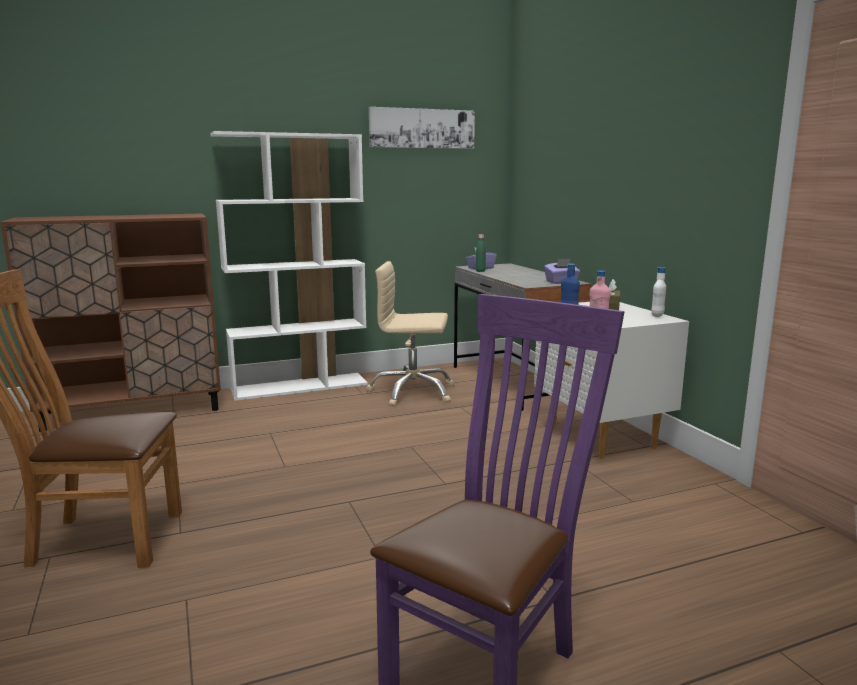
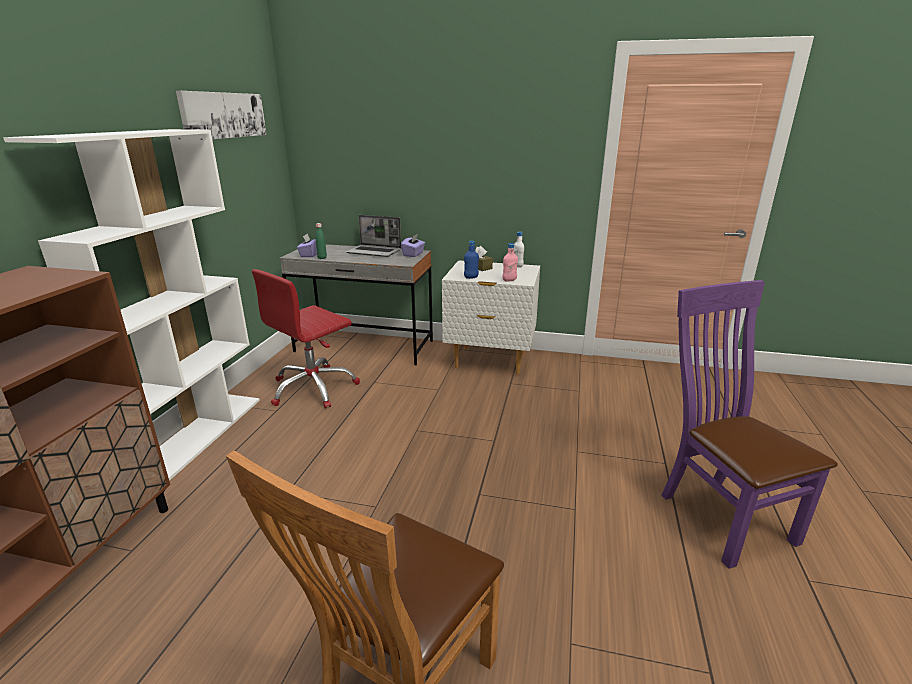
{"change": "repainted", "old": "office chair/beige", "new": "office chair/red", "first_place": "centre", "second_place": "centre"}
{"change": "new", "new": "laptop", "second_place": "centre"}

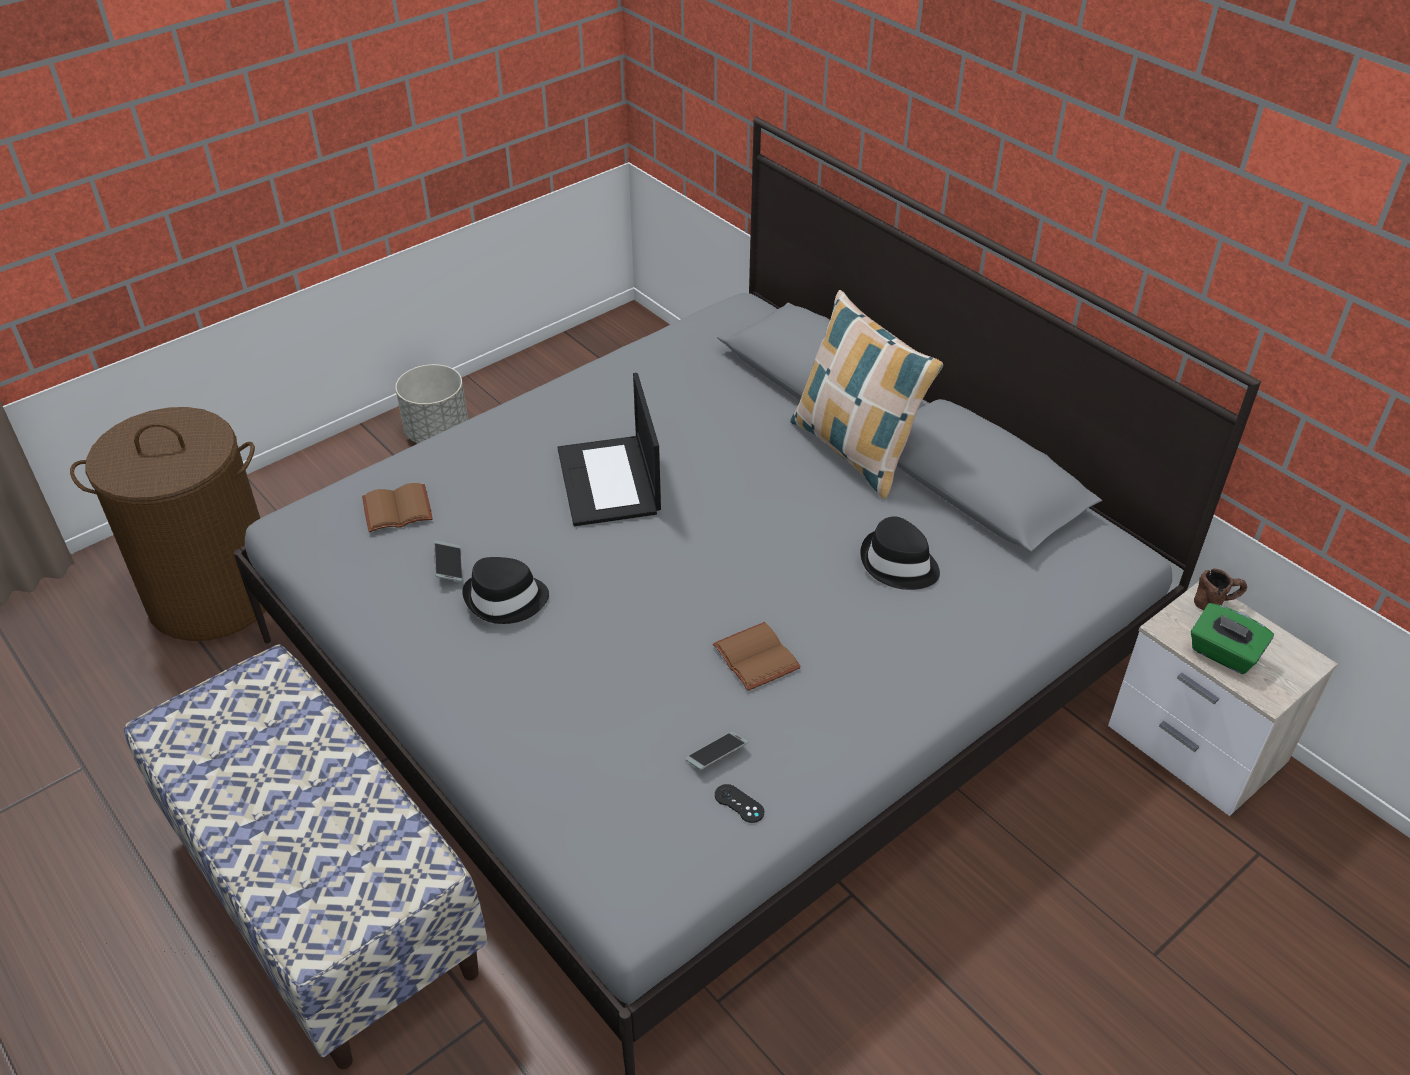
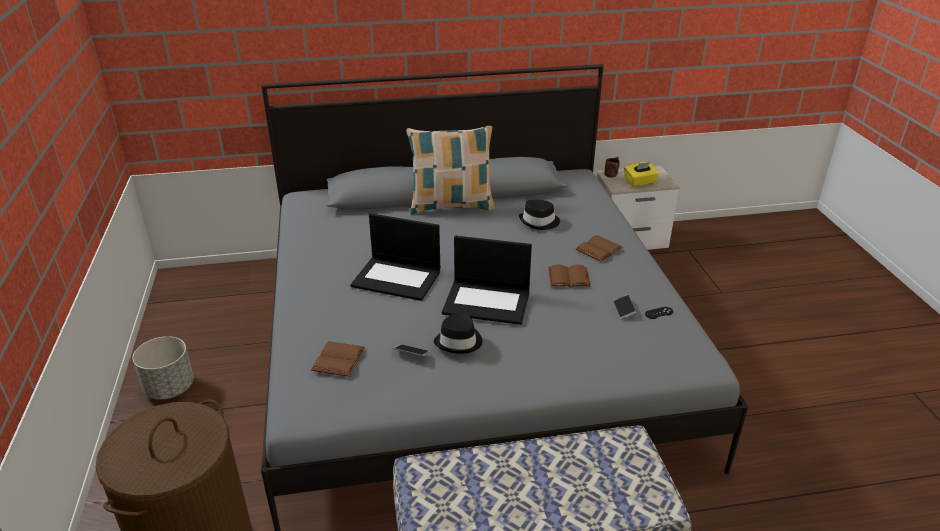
{"change": "repainted", "old": "tissue box/green", "new": "tissue box/yellow", "first_place": "middle right", "second_place": "top right"}
{"change": "new", "new": "laptop (no. 2 from left)", "second_place": "centre"}
{"change": "new", "new": "book/brown (no. 3 from left)", "second_place": "centre"}

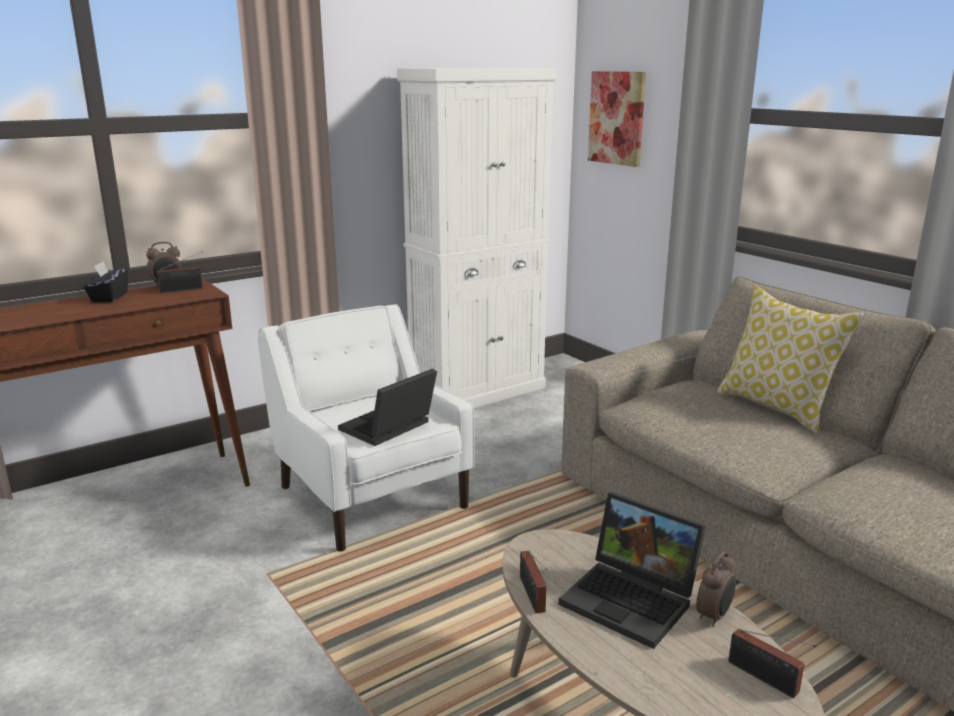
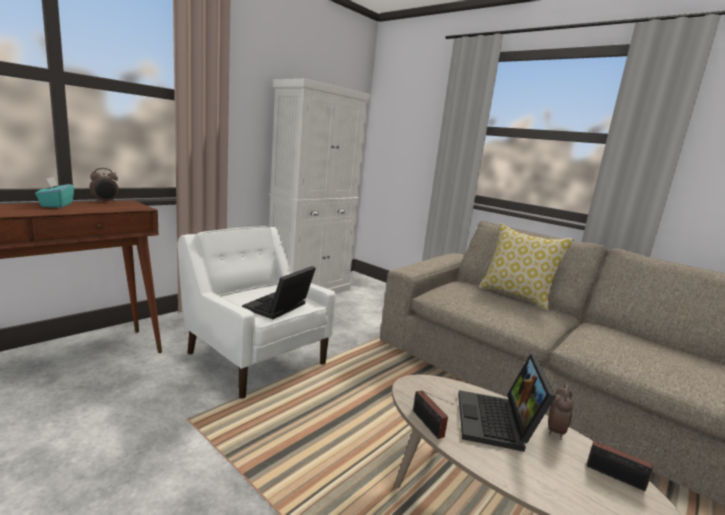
{"change": "repainted", "old": "tissue box/black", "new": "tissue box/turquoise", "first_place": "middle left", "second_place": "middle left"}
{"change": "gone", "old": "radio (no. 1 from left)", "first_place": "middle left"}
{"change": "rotated", "old": "laptop (no. 2 from left)", "first_place": "bottom centre", "second_place": "bottom right", "degrees": 75}
{"change": "gone", "old": "picture", "first_place": "top centre"}

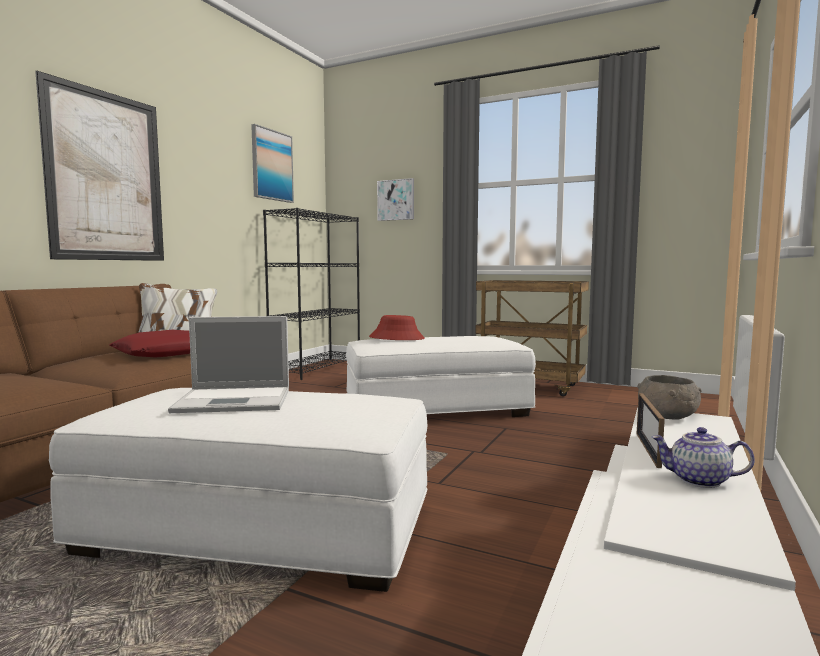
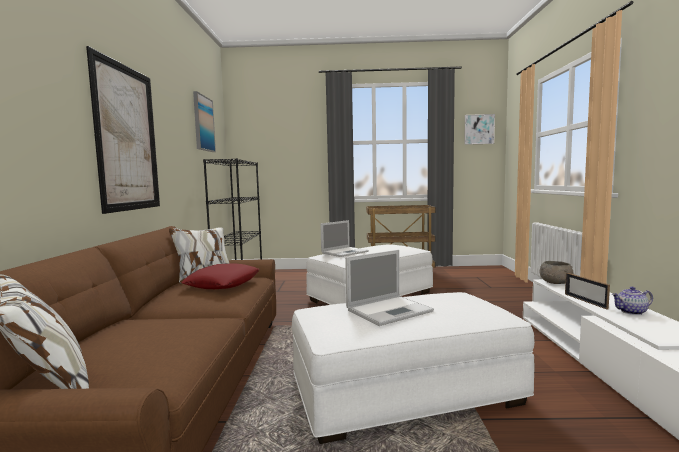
{"change": "swapped", "old": "hat/red", "new": "laptop (no. 1 from left)", "first_place": "centre", "second_place": "centre"}
{"change": "shifted", "old": "picture (no. 3 from left)", "first_place": "top centre", "second_place": "top right"}

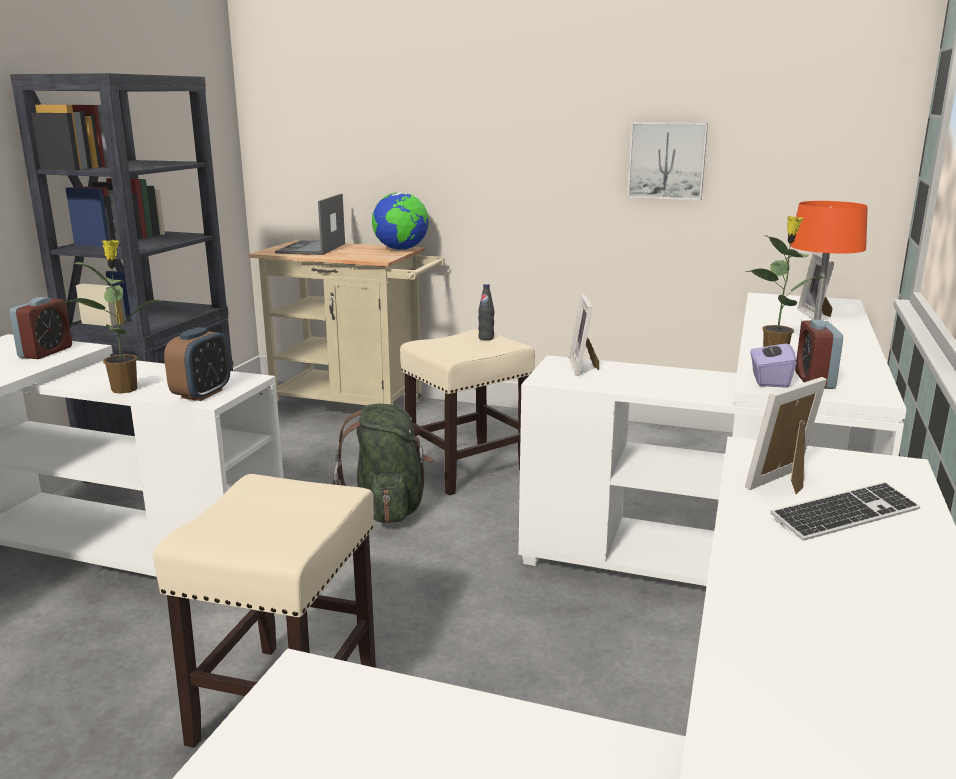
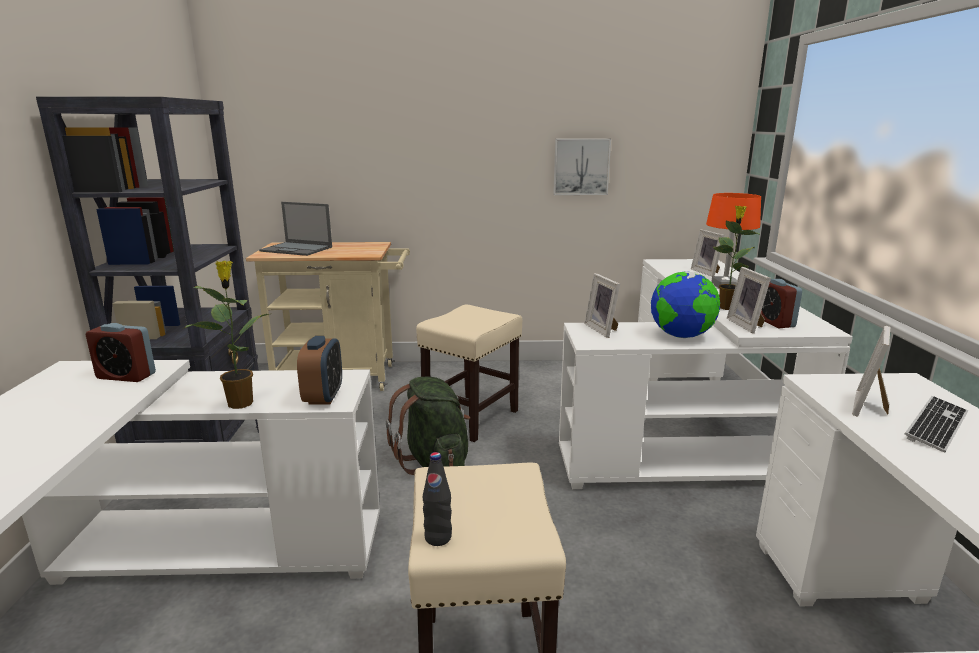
{"change": "rotated", "old": "alarm clock (no. 1 from left)", "first_place": "middle left", "second_place": "middle left", "degrees": 105}
{"change": "rotated", "old": "laptop", "first_place": "top left", "second_place": "middle left", "degrees": -60}
{"change": "shifted", "old": "globe", "first_place": "top centre", "second_place": "middle right"}
{"change": "shifted", "old": "bottle/black", "first_place": "centre", "second_place": "bottom centre"}
{"change": "swapped", "old": "tissue box/purple", "new": "picture frame (no. 3 from left)", "first_place": "middle right", "second_place": "middle right"}

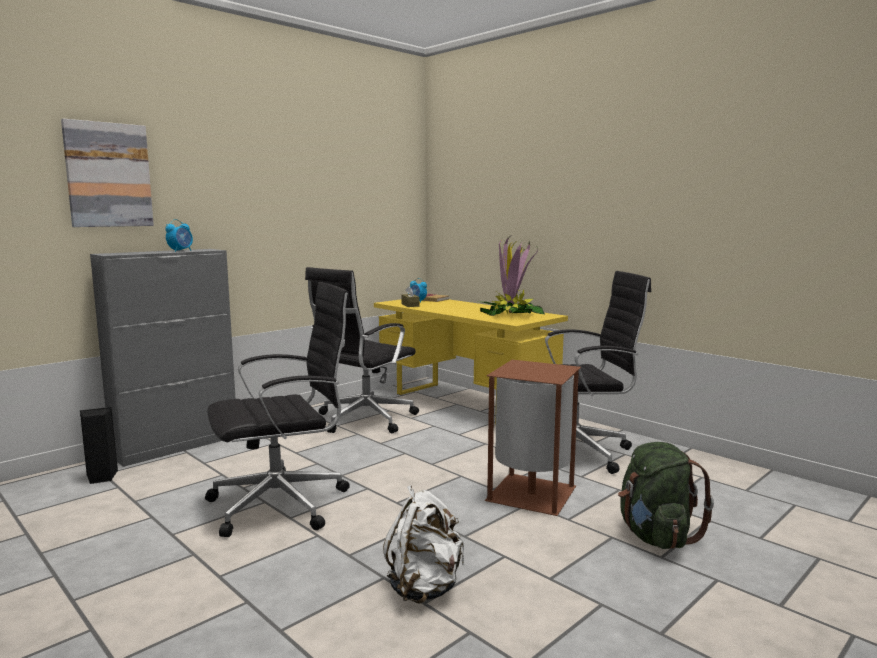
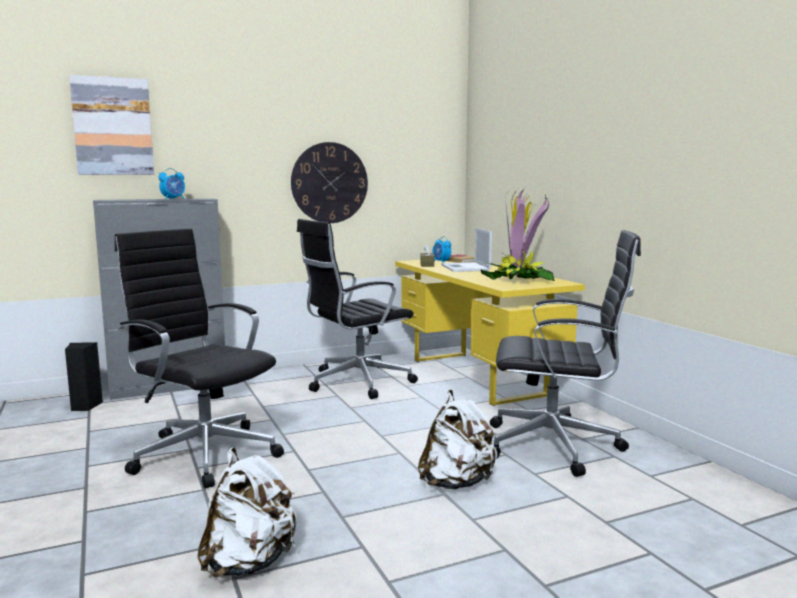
{"change": "rotated", "old": "office chair/black (no. 1 from left)", "first_place": "middle left", "second_place": "middle left", "degrees": -135}
{"change": "swapped", "old": "trash can/brown", "new": "backpack/white (no. 2 from left)", "first_place": "centre", "second_place": "bottom centre"}
{"change": "gone", "old": "backpack/green", "first_place": "bottom right"}
{"change": "new", "new": "wall clock", "second_place": "top centre"}
{"change": "new", "new": "laptop", "second_place": "centre"}

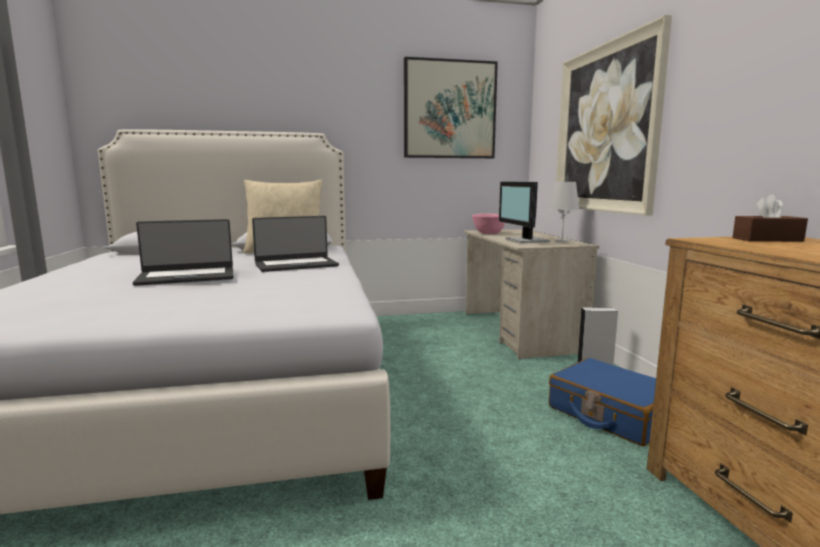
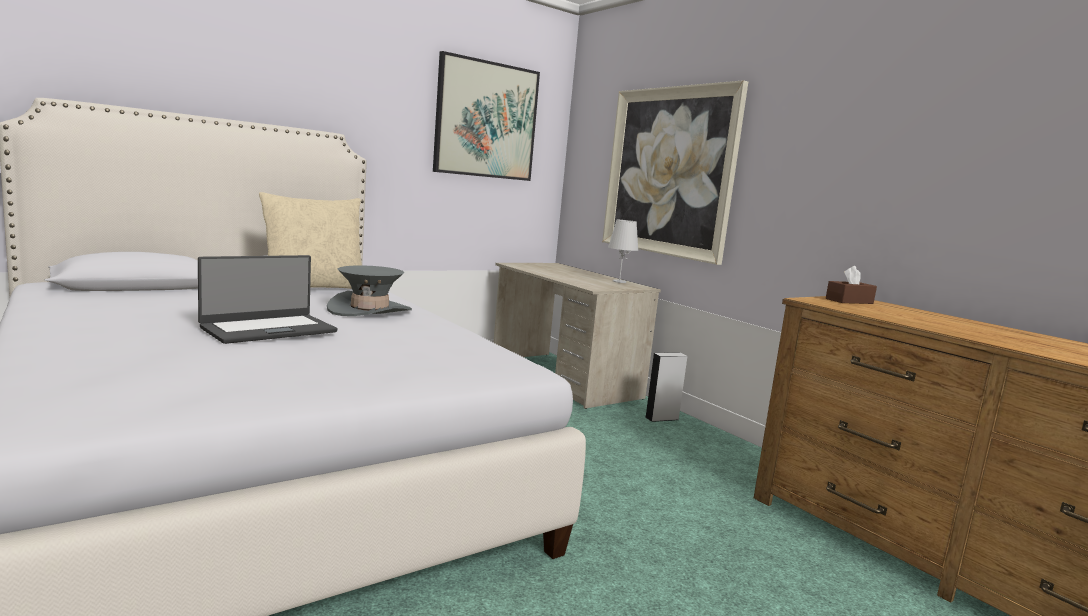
{"change": "swapped", "old": "laptop (no. 2 from left)", "new": "hat/grey", "first_place": "centre", "second_place": "centre"}
{"change": "gone", "old": "bowl/pink", "first_place": "centre"}
{"change": "gone", "old": "monitor", "first_place": "centre"}
{"change": "gone", "old": "suitcase/blue", "first_place": "bottom right"}

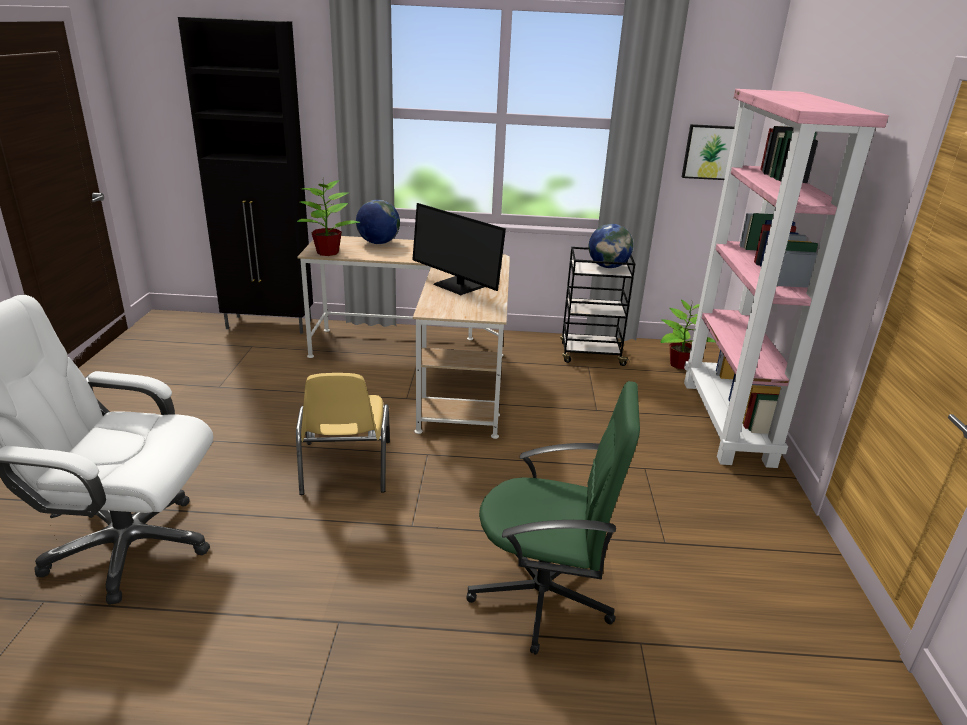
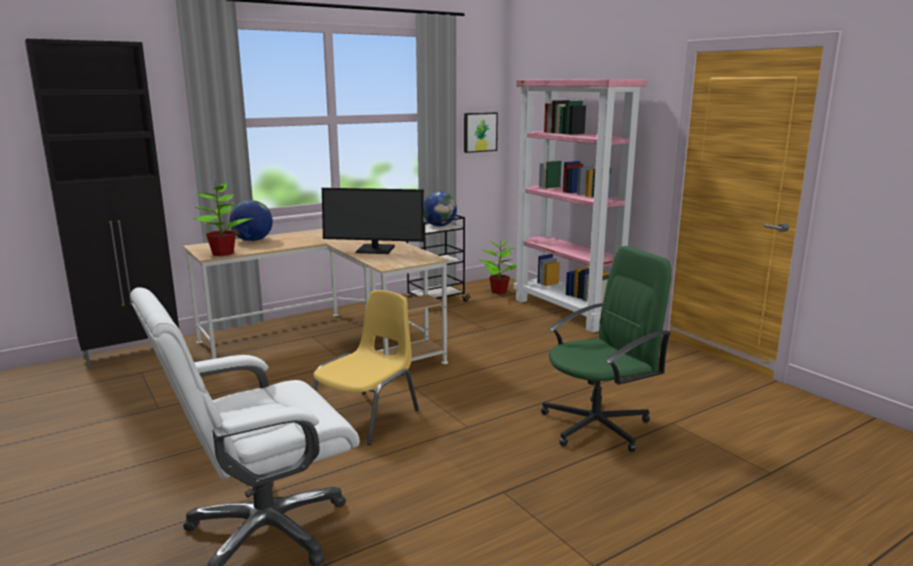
{"change": "rotated", "old": "chair/yellow", "first_place": "centre", "second_place": "centre", "degrees": -105}

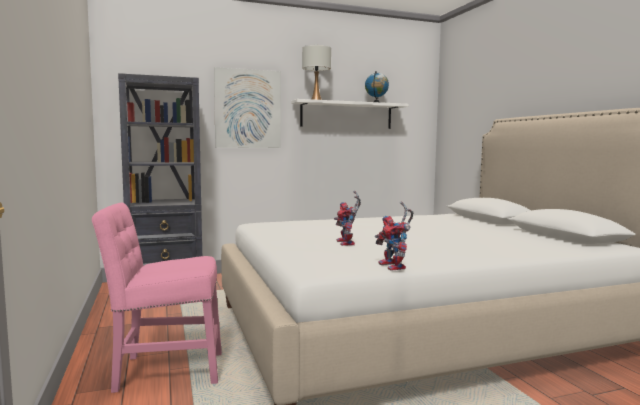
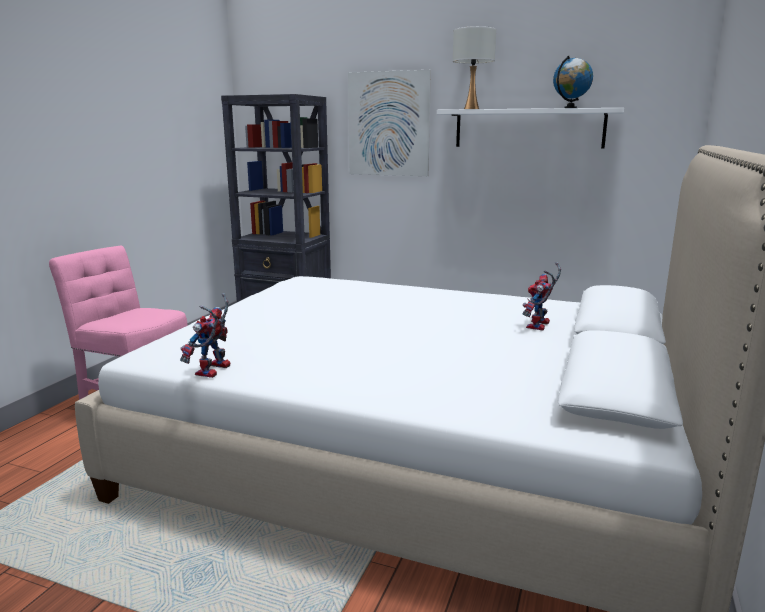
{"change": "shifted", "old": "toy robot (no. 1 from left in the first image)", "new": "toy robot (no. 2 from left)", "first_place": "centre", "second_place": "middle right"}

